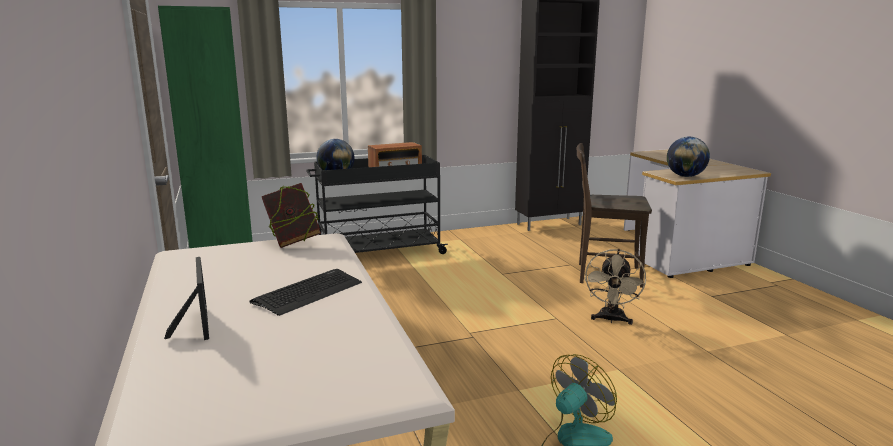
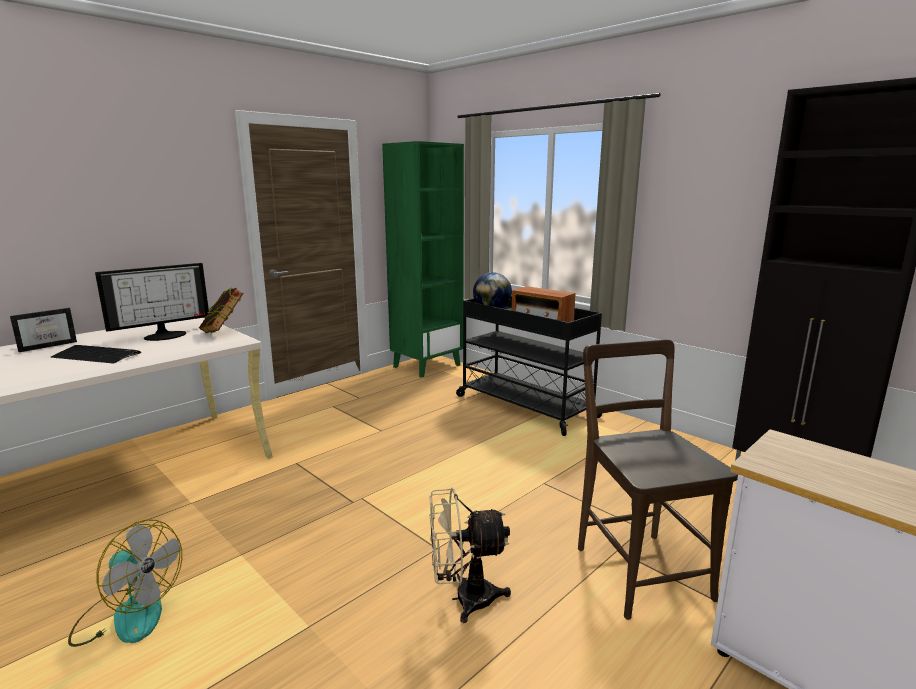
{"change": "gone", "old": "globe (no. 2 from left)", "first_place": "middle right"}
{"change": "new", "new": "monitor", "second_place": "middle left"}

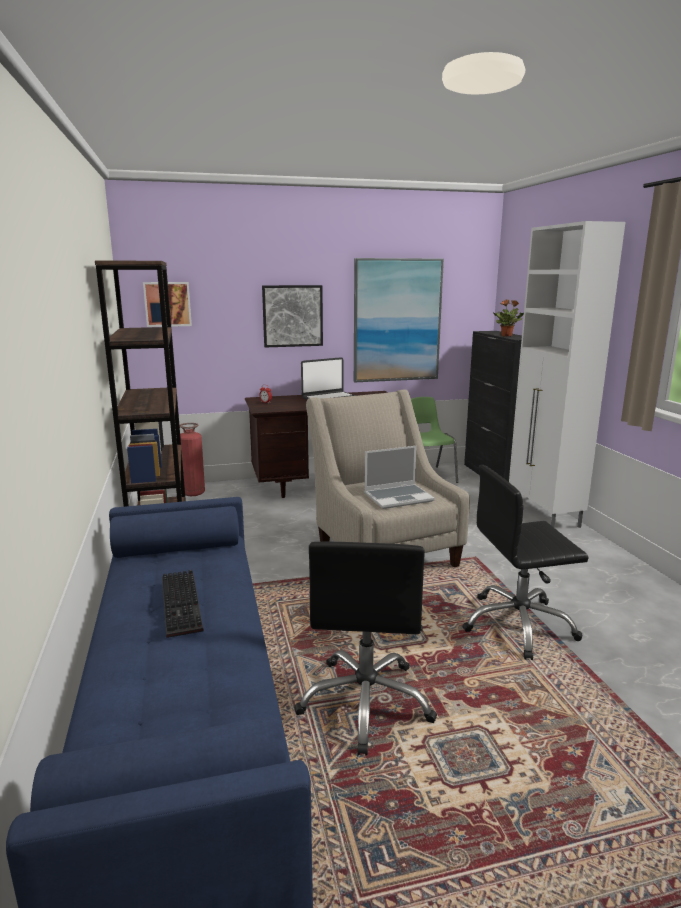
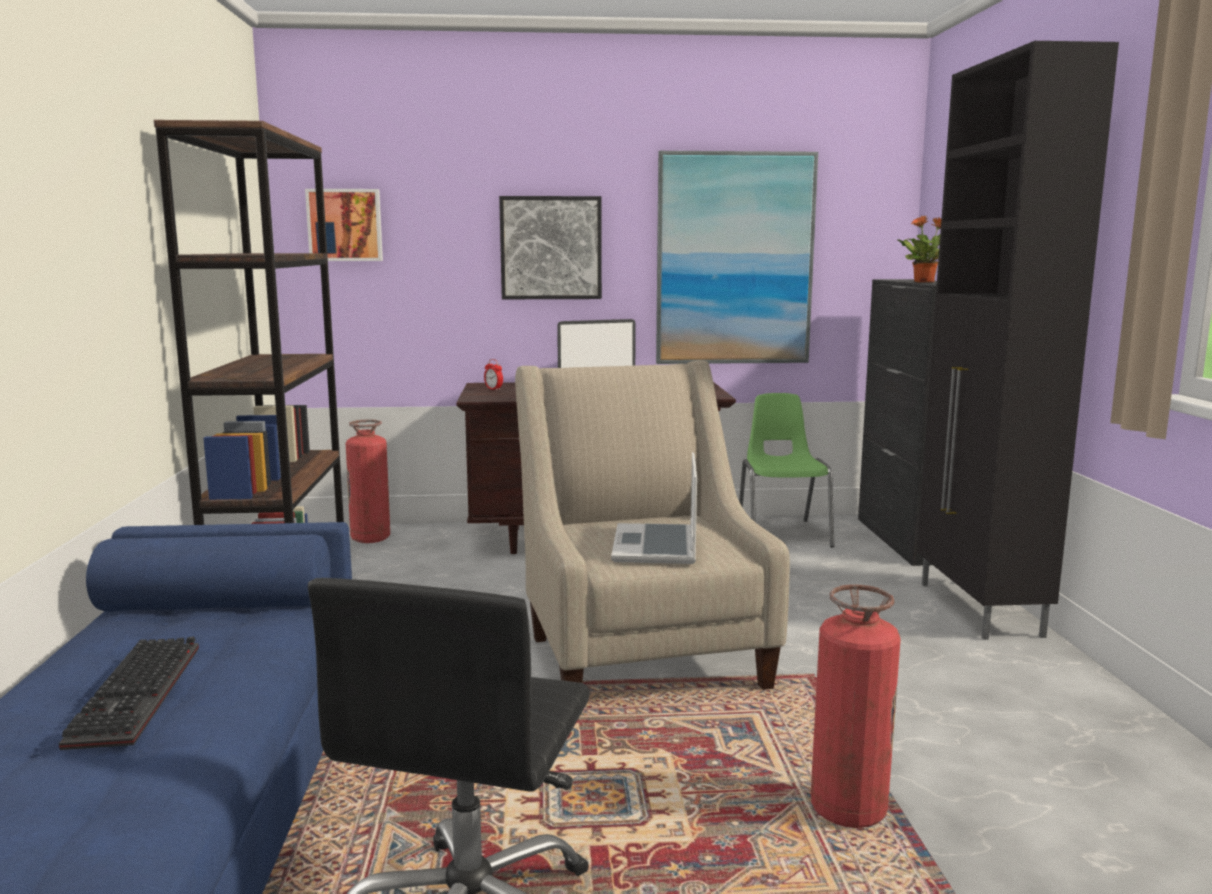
{"change": "rotated", "old": "laptop (no. 2 from left)", "first_place": "centre", "second_place": "centre", "degrees": 105}
{"change": "swapped", "old": "office chair/black (no. 2 from left)", "new": "fire extinguisher (no. 2 from left)", "first_place": "middle right", "second_place": "bottom right"}
{"change": "repainted", "old": "cabinet/white", "new": "cabinet/black (no. 2 from left)", "first_place": "middle right", "second_place": "middle right"}

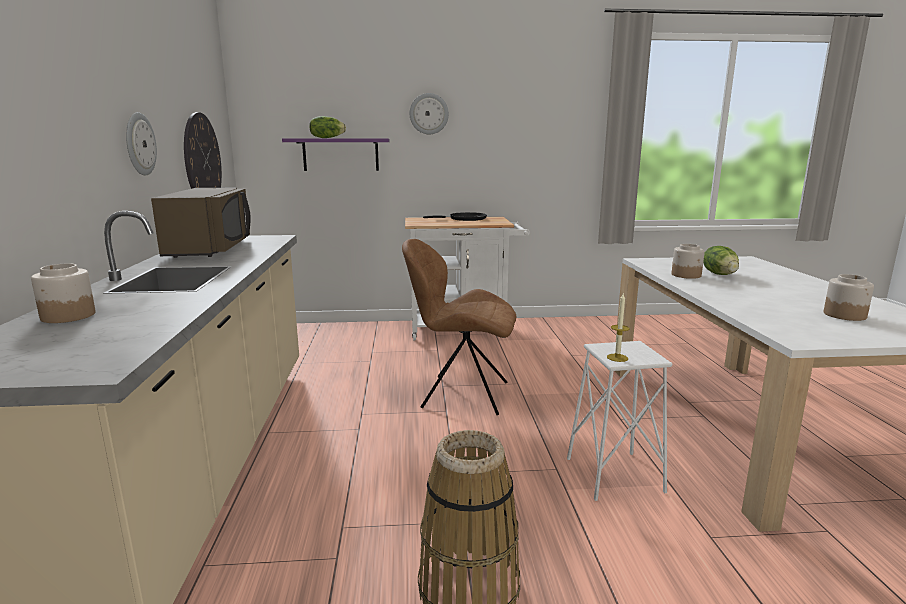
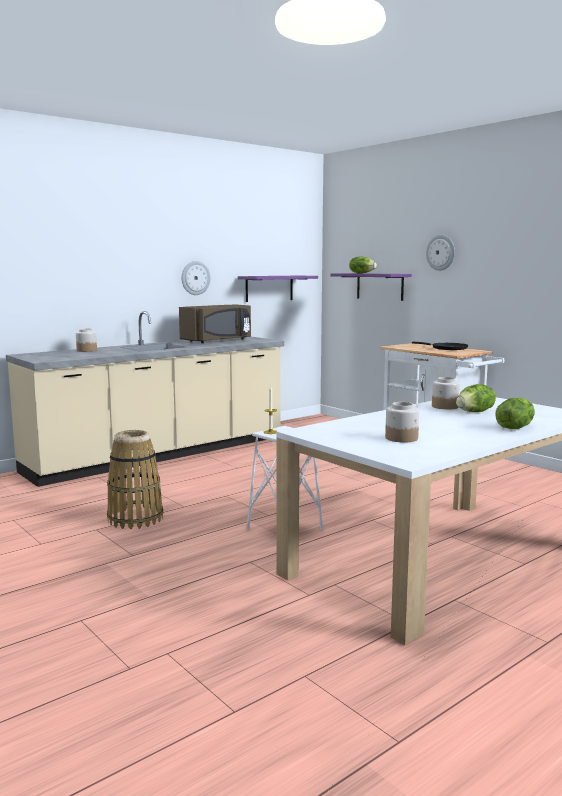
{"change": "swapped", "old": "wall clock (no. 2 from left)", "new": "shelf/purple (no. 1 from left)", "first_place": "top left", "second_place": "centre"}
{"change": "gone", "old": "chair/brown", "first_place": "centre"}
{"change": "new", "new": "lettuce (no. 3 from left)", "second_place": "middle right"}

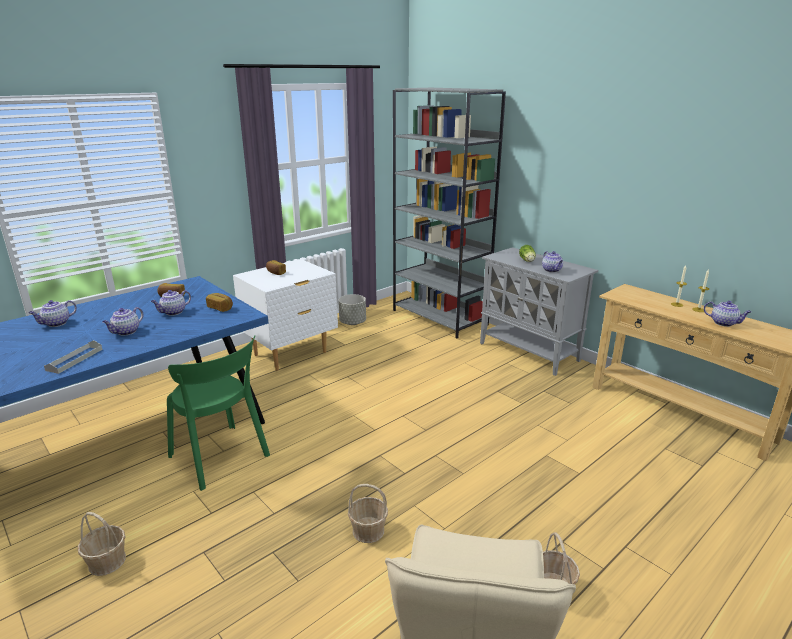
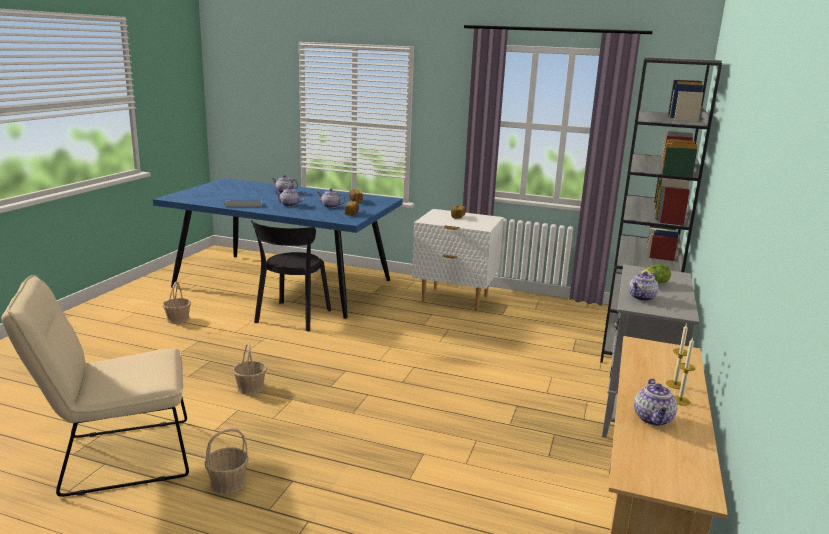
{"change": "repainted", "old": "chair/green", "new": "chair/black", "first_place": "middle left", "second_place": "centre"}
{"change": "gone", "old": "planter/grey", "first_place": "centre"}

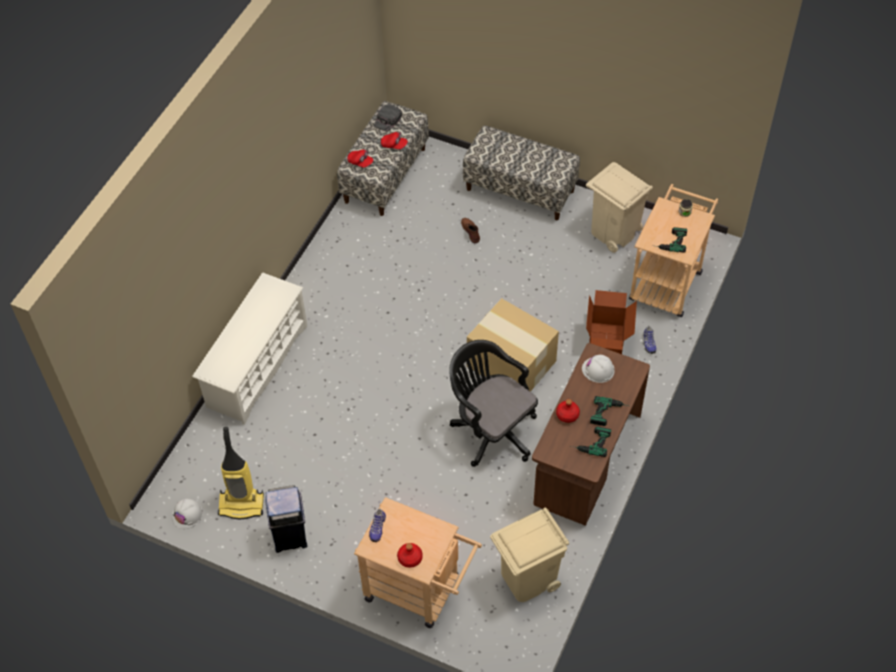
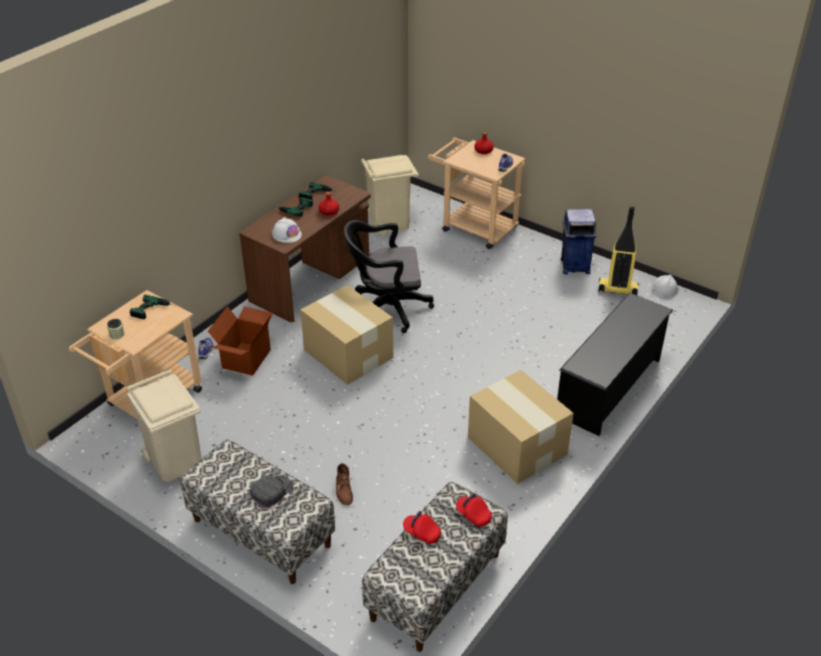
{"change": "repainted", "old": "shoe rack/white", "new": "shoe rack/black", "first_place": "middle left", "second_place": "middle right"}
{"change": "shifted", "old": "cap/black", "first_place": "top centre", "second_place": "bottom left"}
{"change": "rotated", "old": "office chair/black", "first_place": "centre", "second_place": "centre", "degrees": 120}
{"change": "new", "new": "cardboard box (no. 3 from left)", "second_place": "centre"}

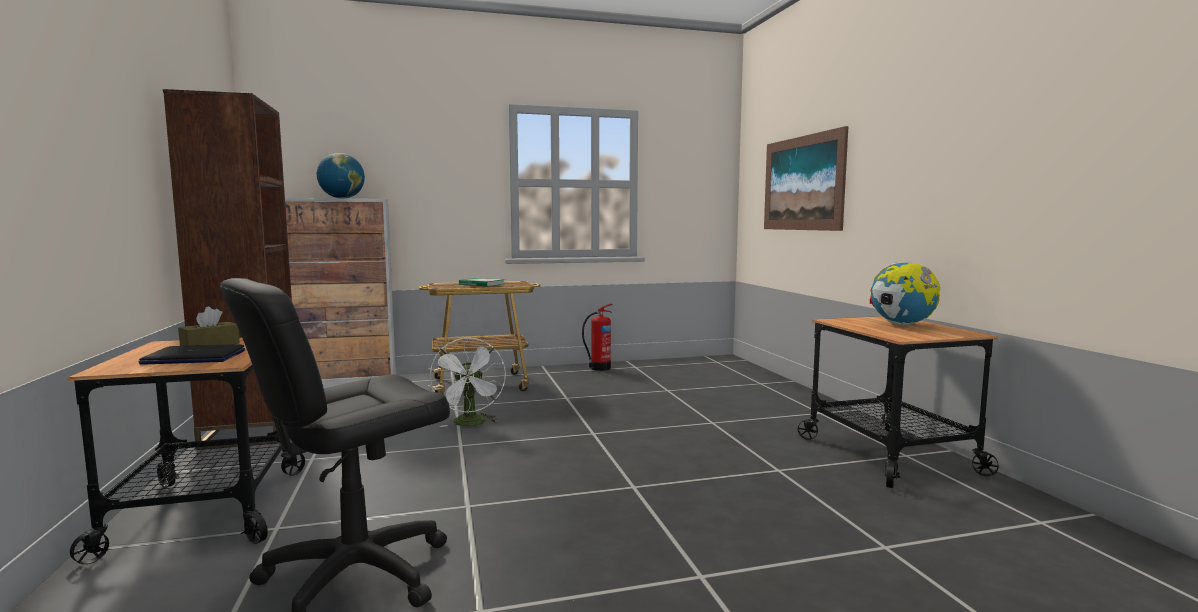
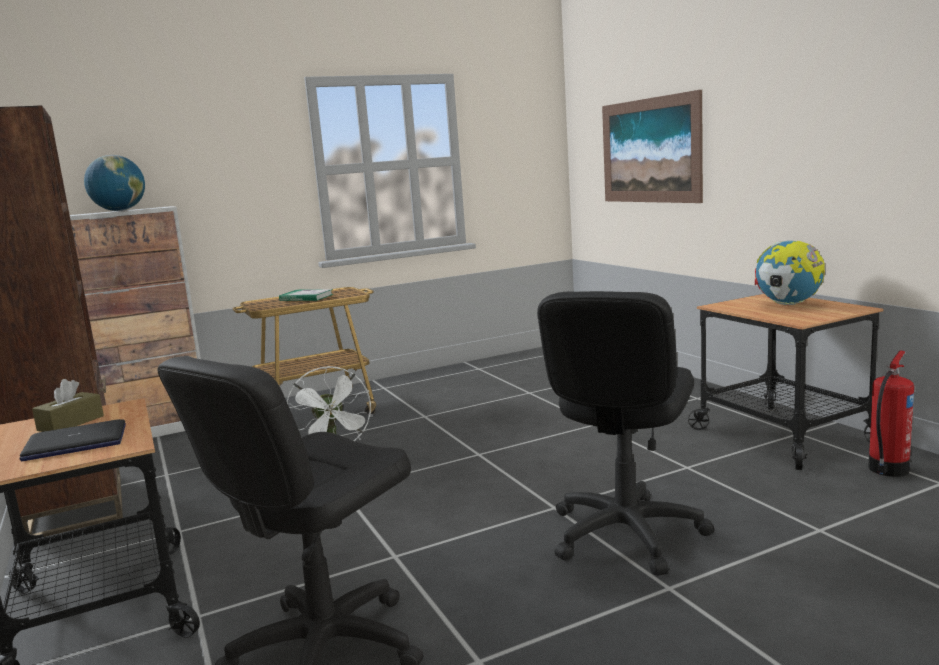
{"change": "shifted", "old": "fire extinguisher", "first_place": "centre", "second_place": "middle right"}
{"change": "new", "new": "office chair/black (no. 2 from left)", "second_place": "centre"}

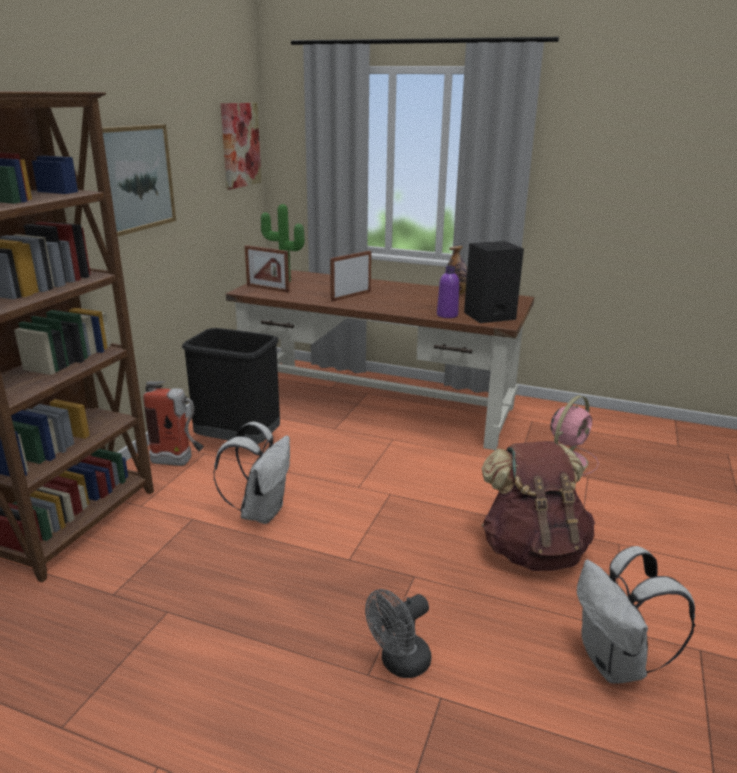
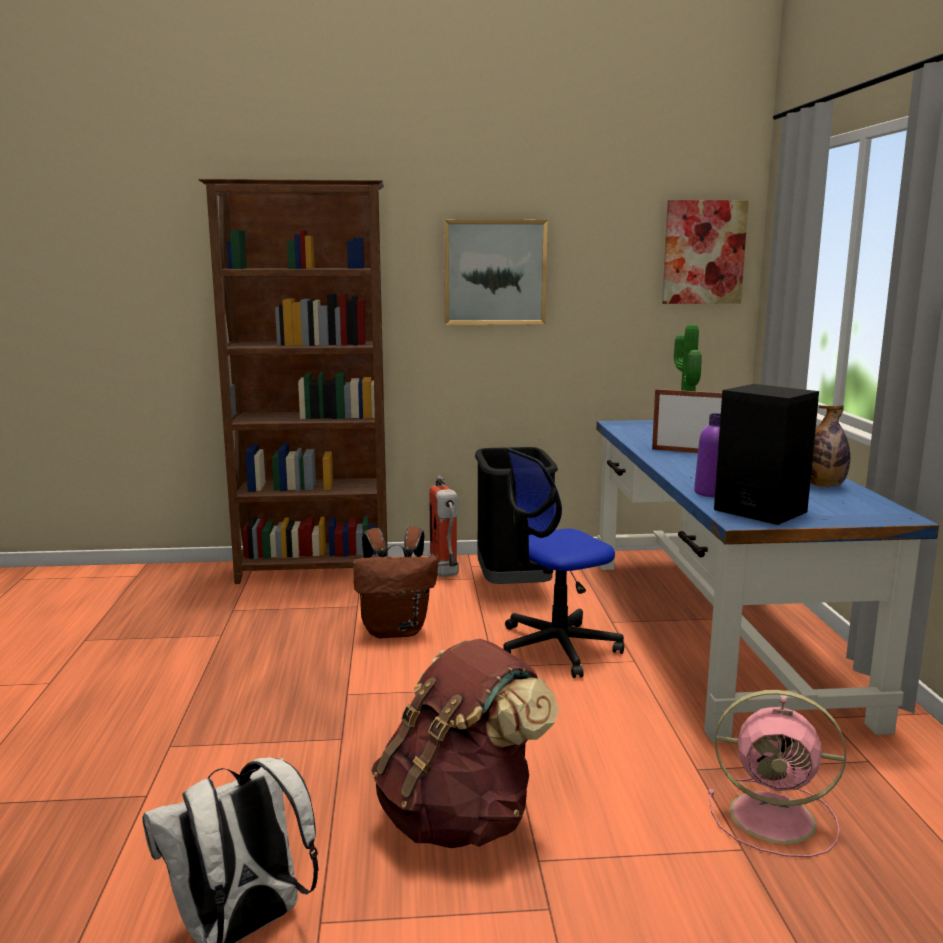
{"change": "repainted", "old": "backpack/white (no. 1 from left)", "new": "backpack/brown (no. 1 from left)", "first_place": "centre", "second_place": "centre"}
{"change": "repainted", "old": "desk/brown", "new": "desk/blue", "first_place": "centre", "second_place": "middle right"}
{"change": "gone", "old": "picture frame (no. 1 from left)", "first_place": "centre"}
{"change": "gone", "old": "fan/grey", "first_place": "bottom centre"}
{"change": "new", "new": "office chair", "second_place": "centre"}

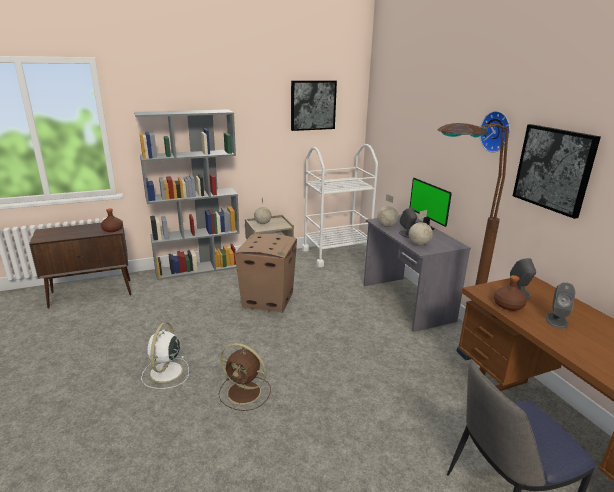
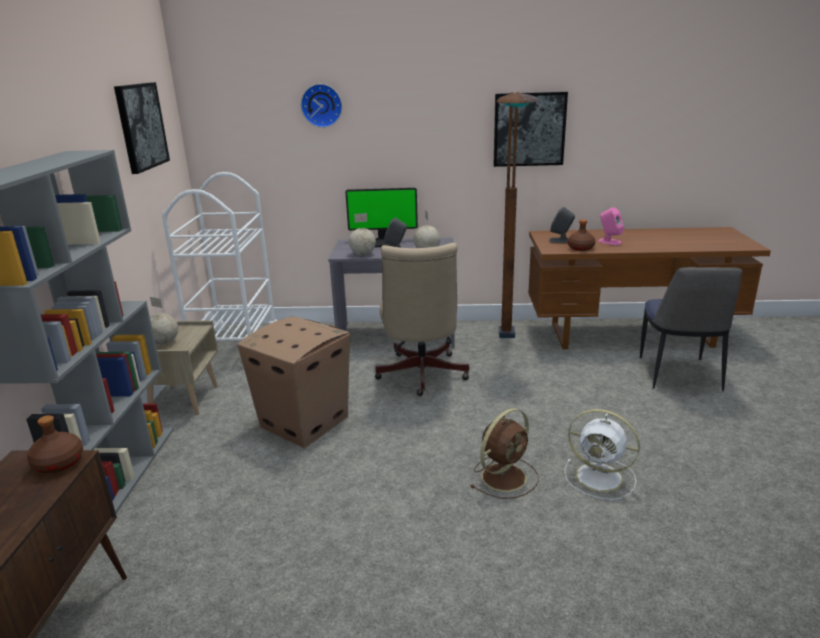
{"change": "shifted", "old": "fan/white", "first_place": "bottom left", "second_place": "bottom right"}
{"change": "shifted", "old": "wall clock", "first_place": "top right", "second_place": "top centre"}
{"change": "repainted", "old": "speaker/grey (no. 3 from left)", "new": "speaker/pink", "first_place": "middle right", "second_place": "middle right"}
{"change": "new", "new": "office chair/beige", "second_place": "centre"}

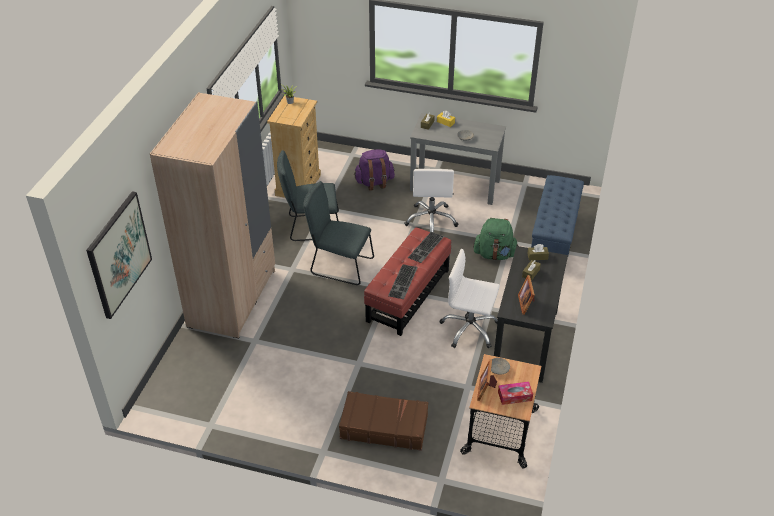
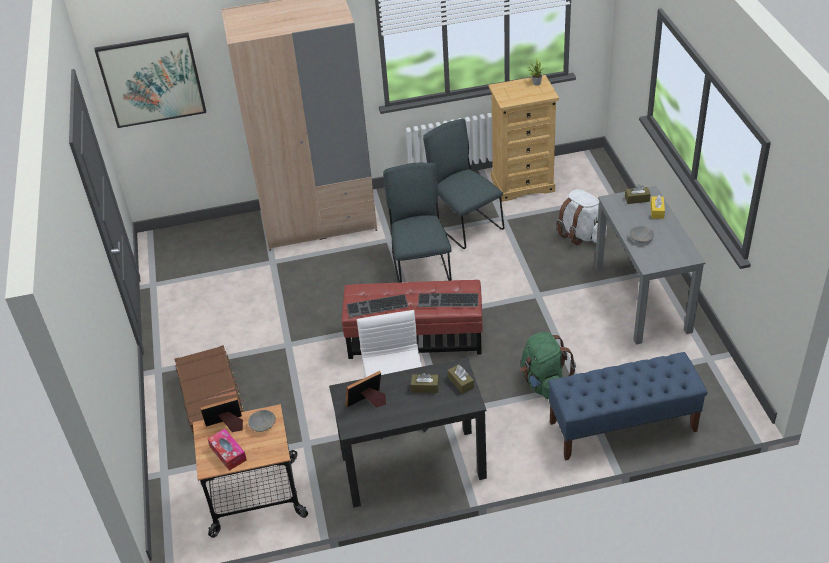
{"change": "repainted", "old": "backpack/purple", "new": "backpack/white", "first_place": "top centre", "second_place": "middle right"}
{"change": "gone", "old": "office chair/white (no. 1 from left)", "first_place": "centre"}

